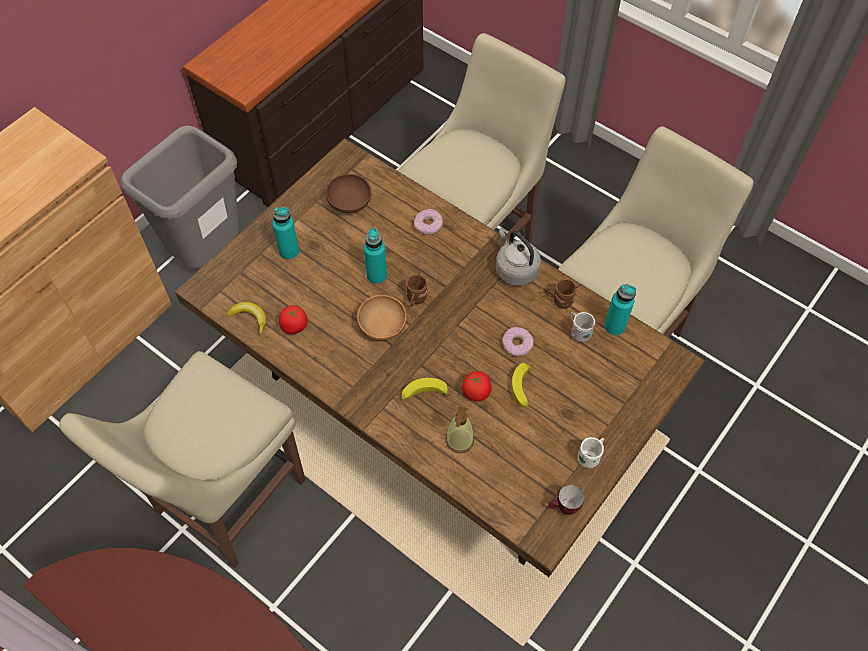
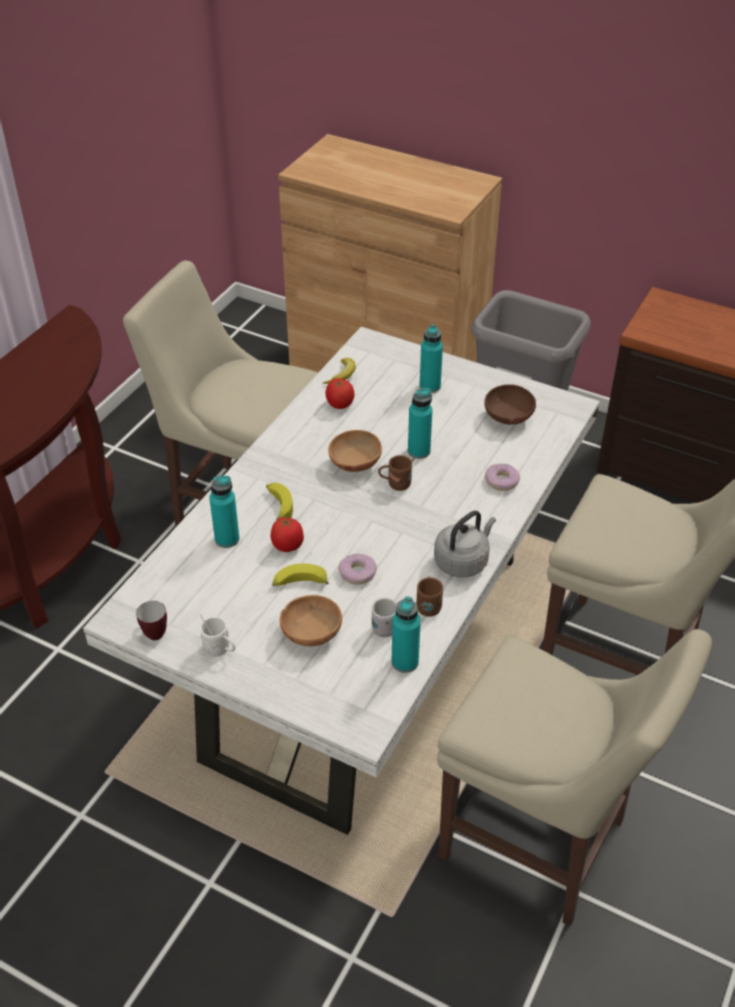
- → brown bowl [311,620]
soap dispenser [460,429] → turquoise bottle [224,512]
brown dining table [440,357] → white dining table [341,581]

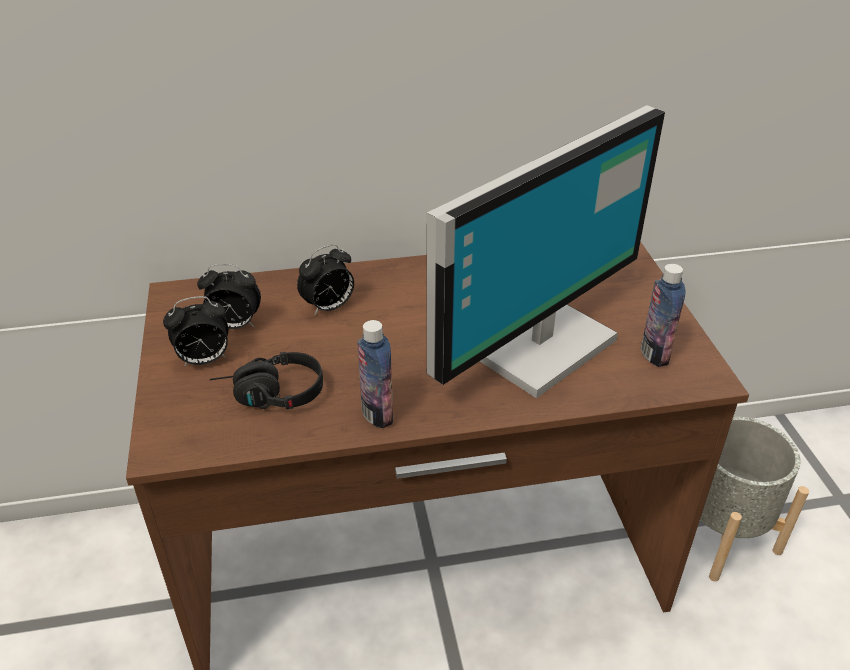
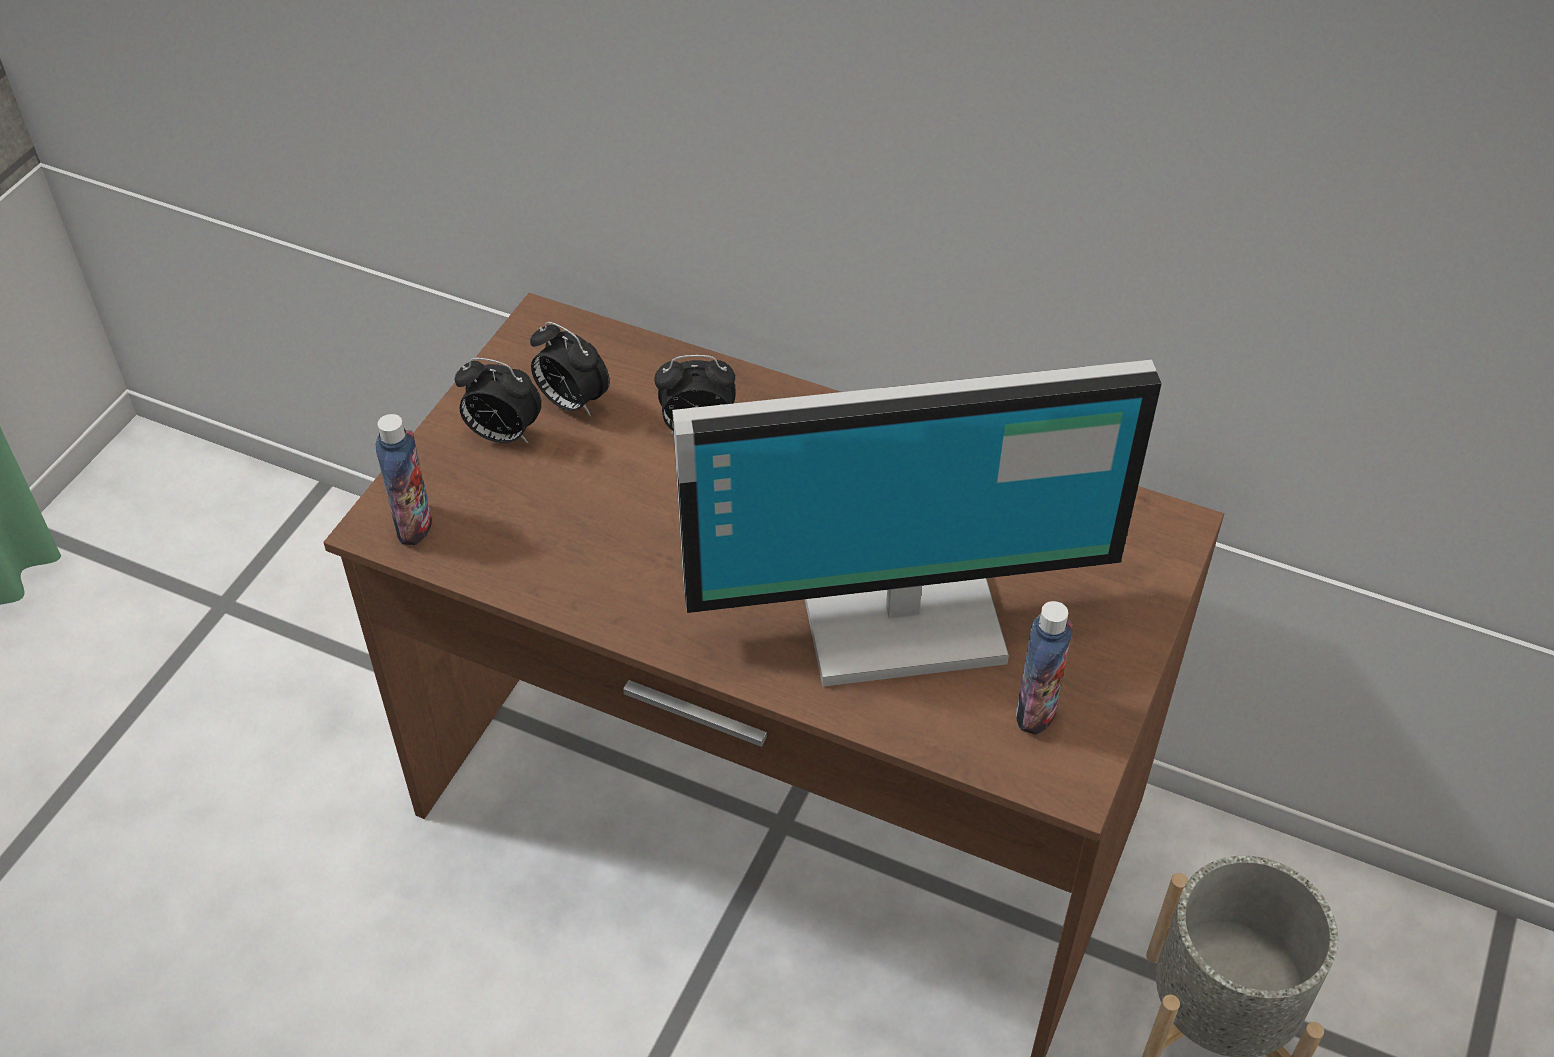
black headphones [266,380] → -
bottle [375,374] → bottle [403,479], moved

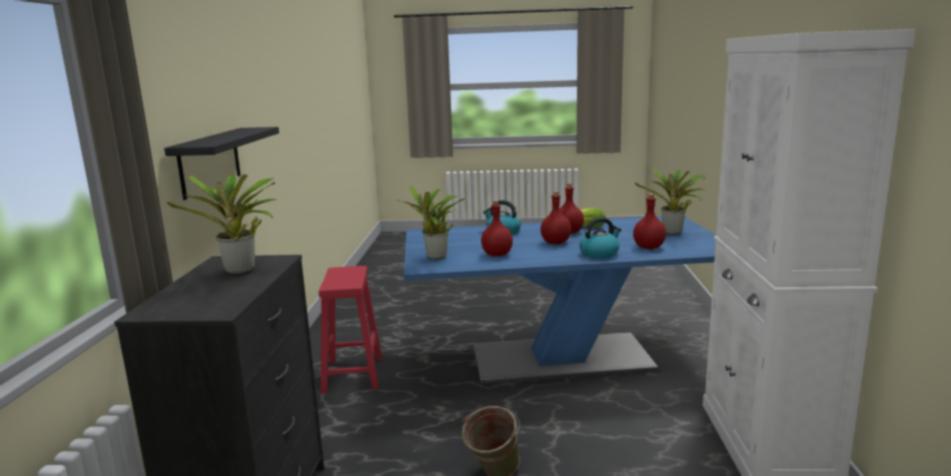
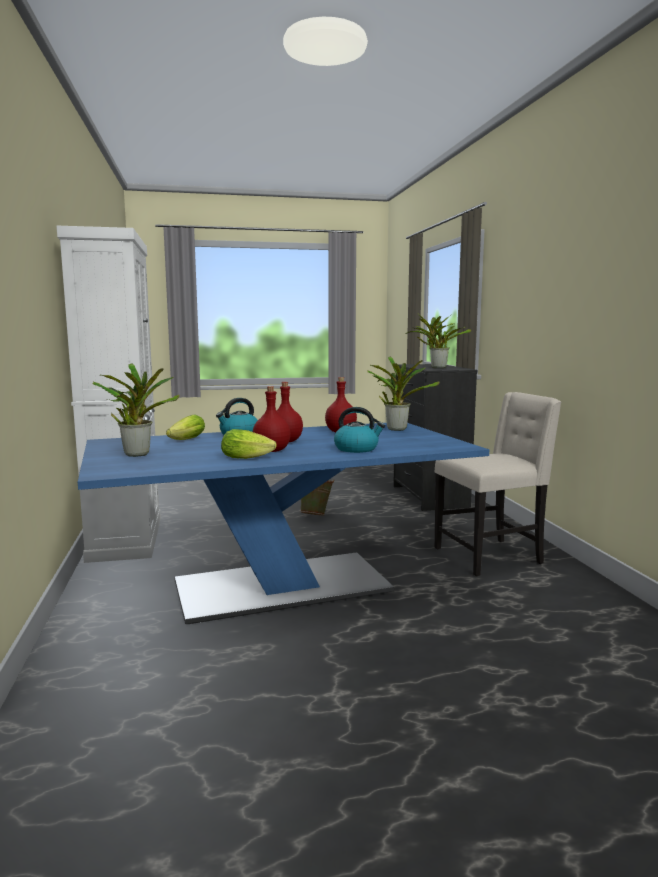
black shelf [221,163] → -
red stool [350,329] → beige chair [497,484]
red bottle [649,221] → lettuce [185,427]

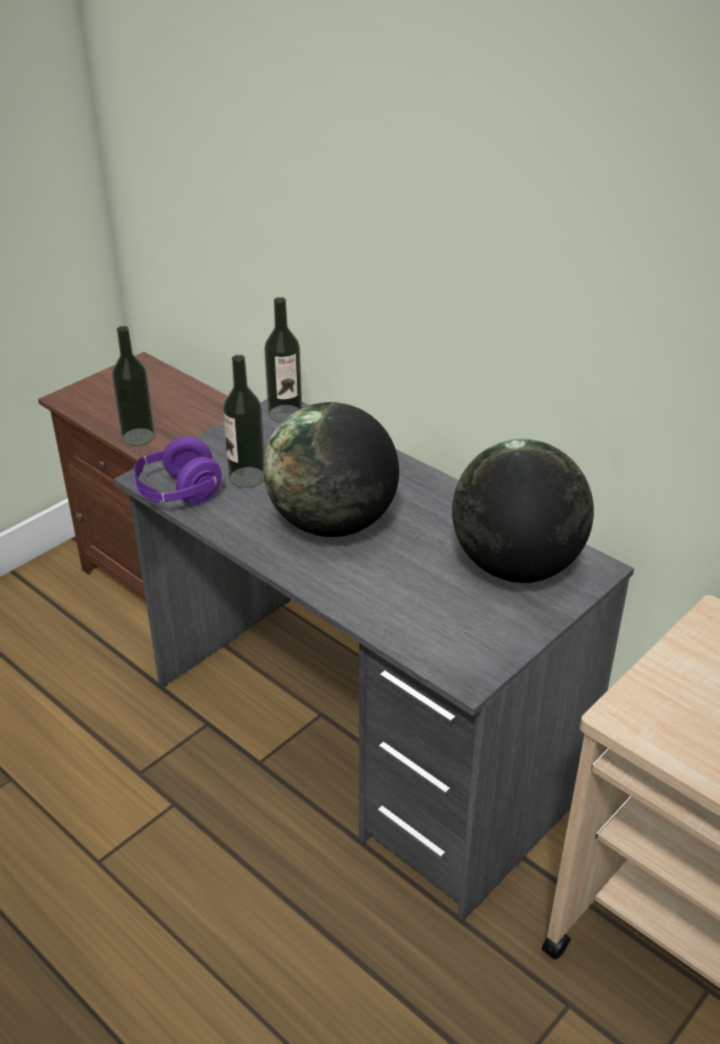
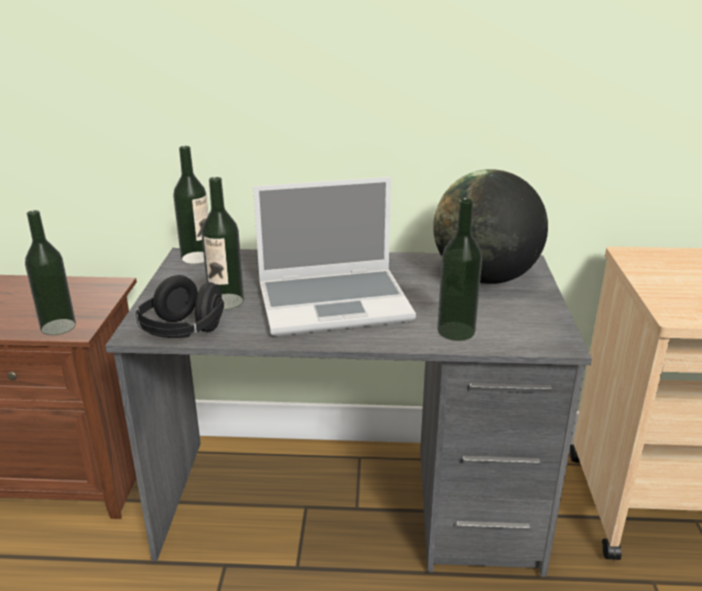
- → bottle [459,269]
globe [331,469] → laptop [334,256]
purple headphones [176,470] → black headphones [180,306]

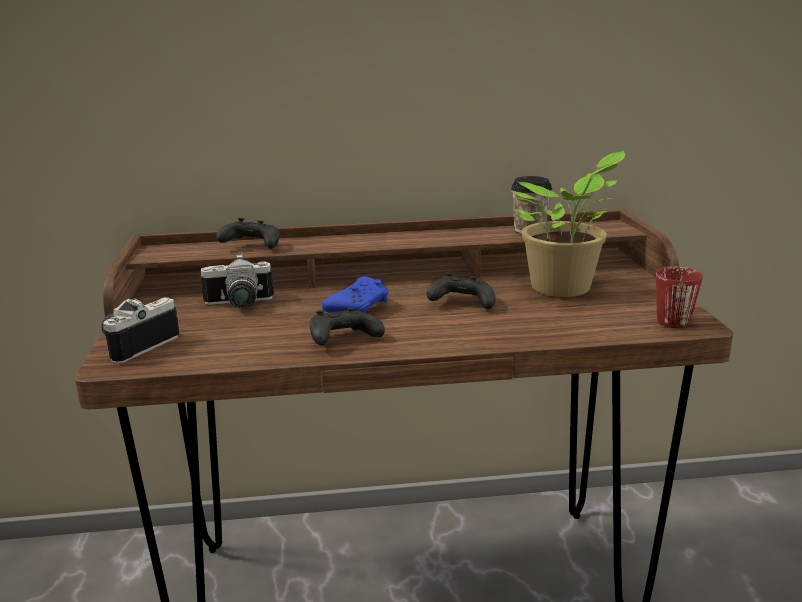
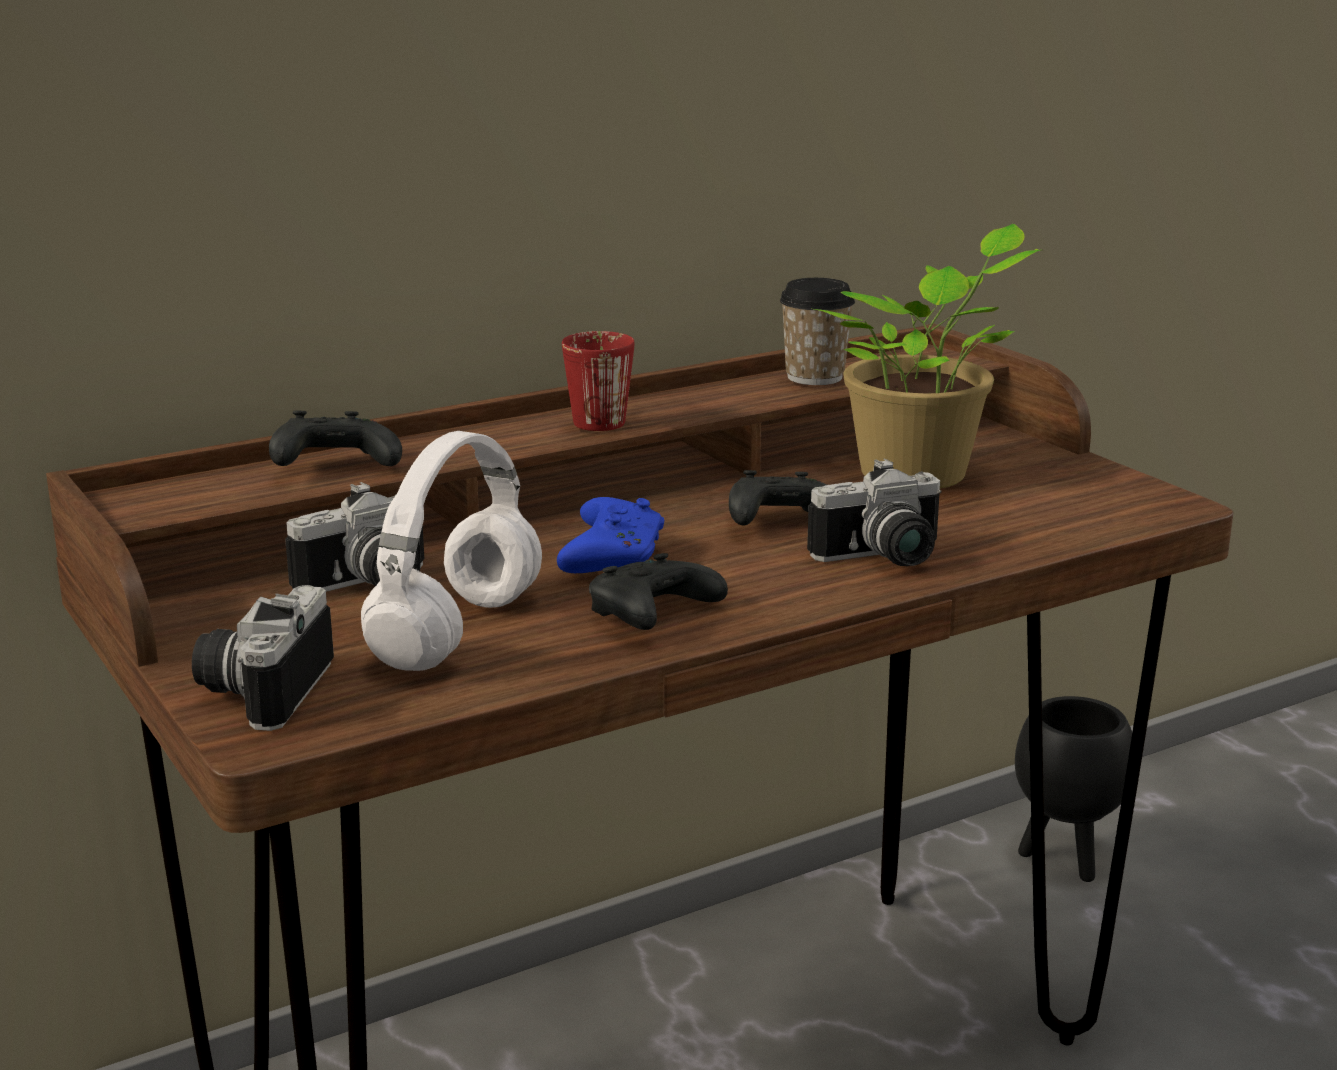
- → white headphones [451,551]
- → photo camera [874,512]
- → black planter [1073,789]
red mug [679,297] → red mug [598,381], moved

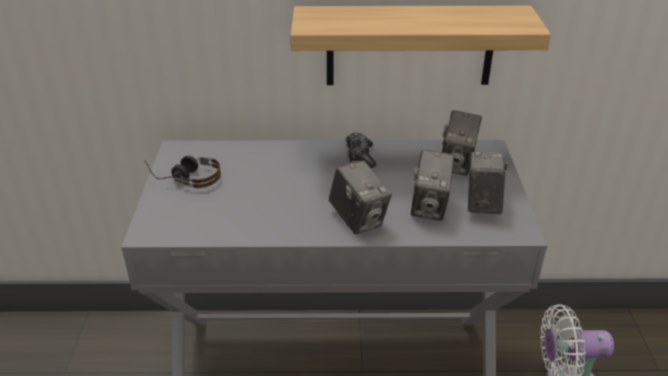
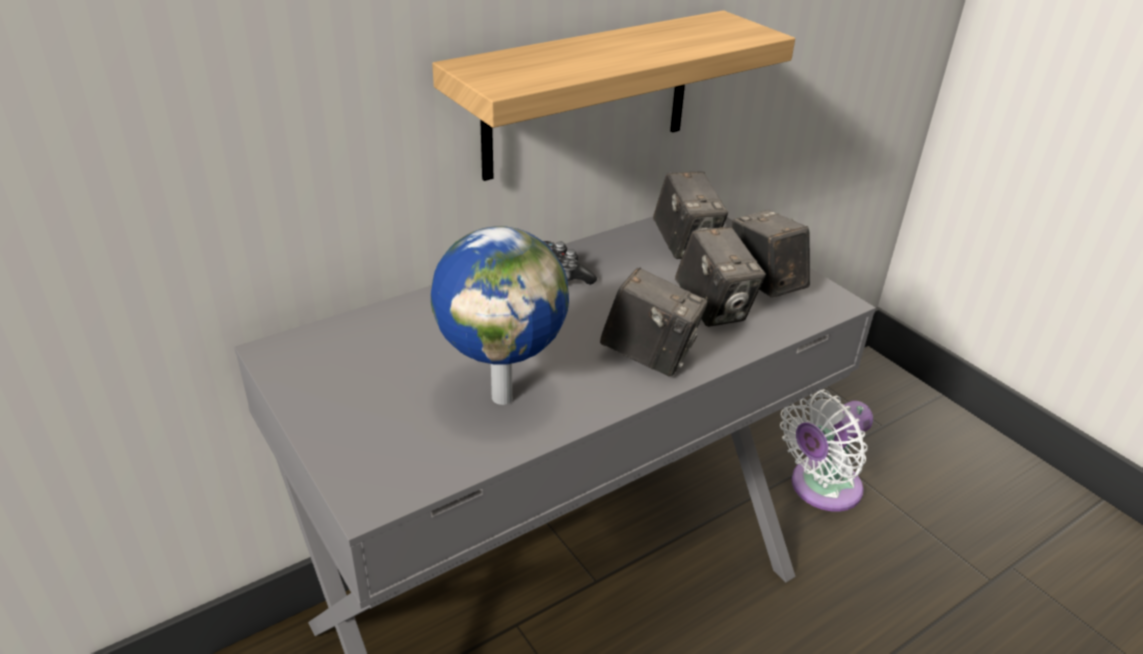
headphones [182,172] → -
- → globe [500,315]

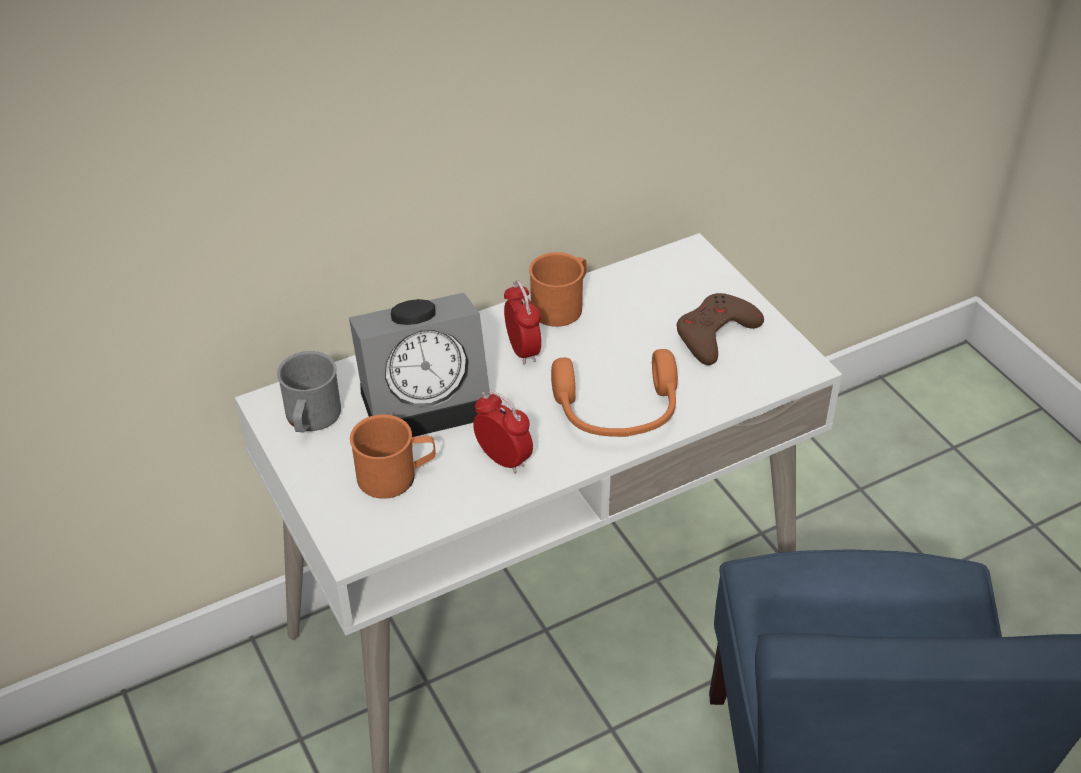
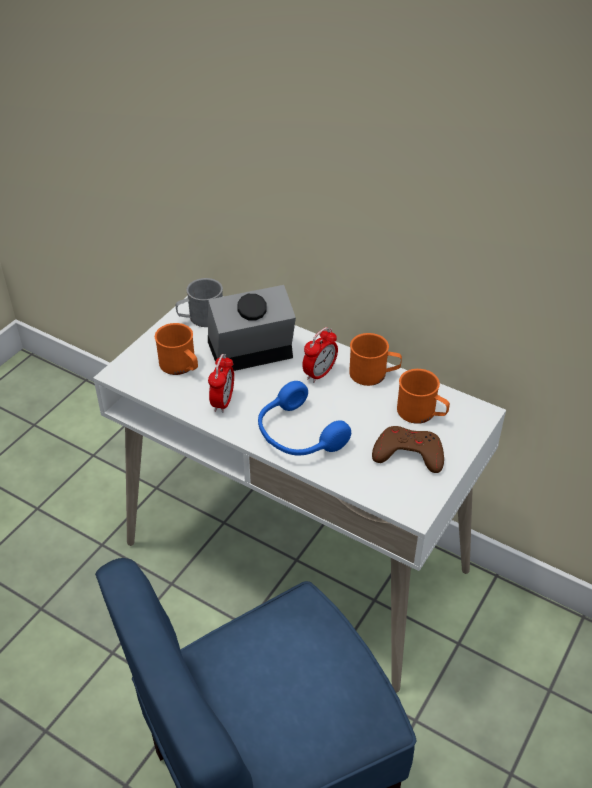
- → orange mug [423,396]
orange headphones [614,393] → blue headphones [304,418]
alarm clock [419,365] → alarm clock [252,328], 120 degrees clockwise

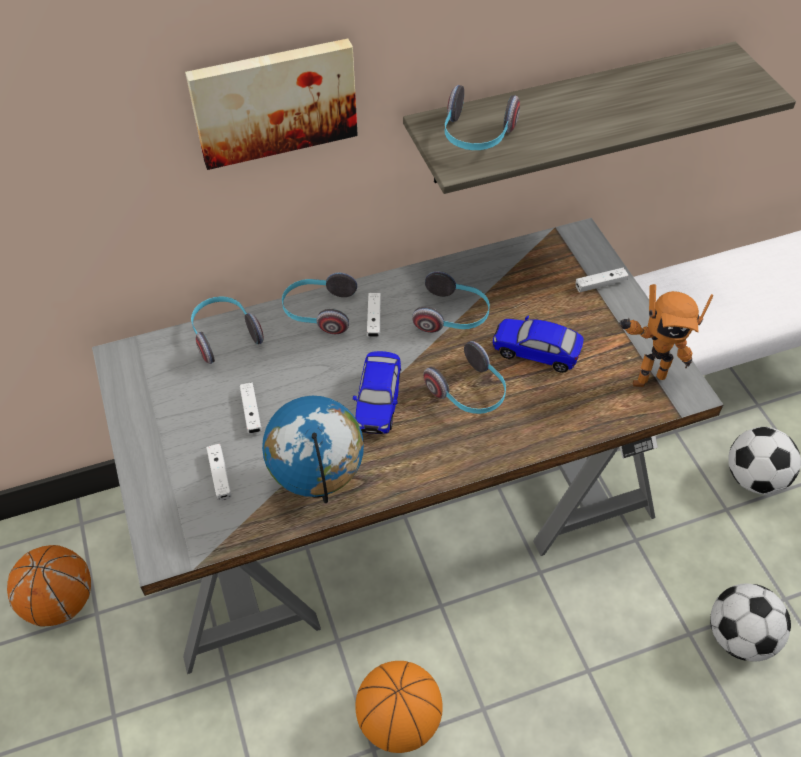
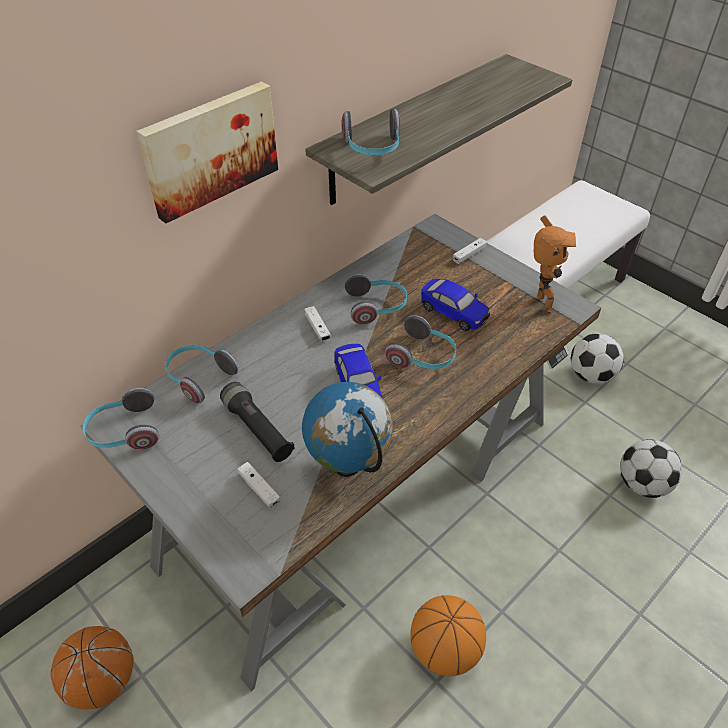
headphones [319,303] → headphones [120,418], moved
white game controller [251,408] → black flashlight [257,422]
toy car [538,344] → toy car [455,305], 135 degrees counterclockwise
toy robot [665,335] → toy robot [555,264], 60 degrees counterclockwise

